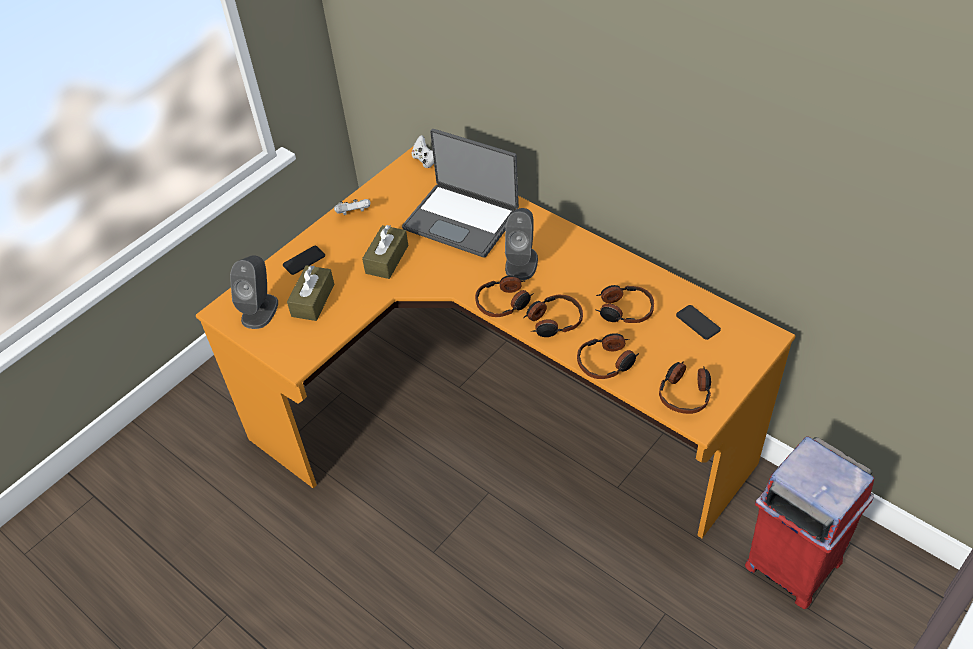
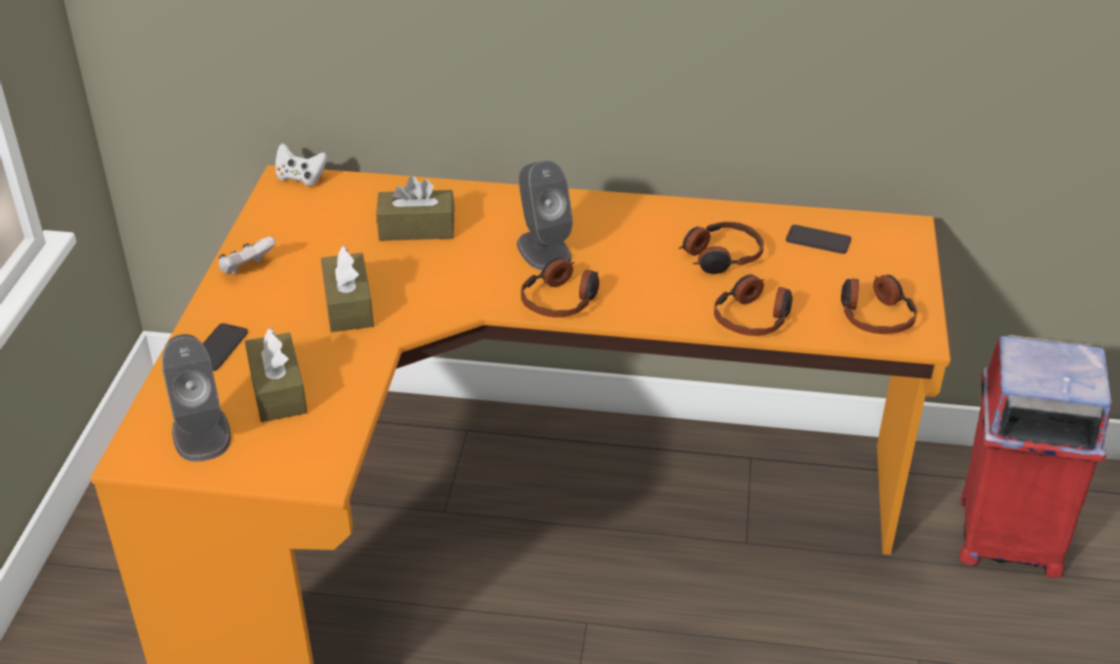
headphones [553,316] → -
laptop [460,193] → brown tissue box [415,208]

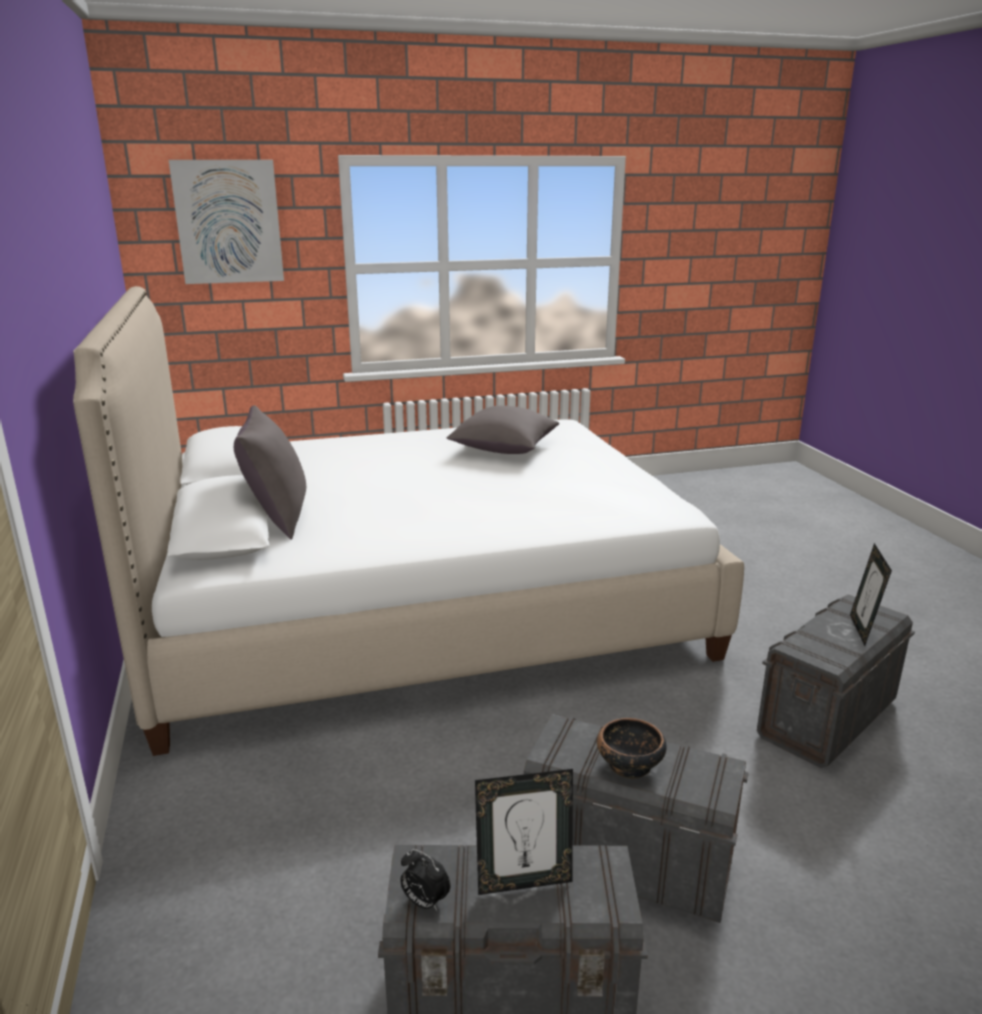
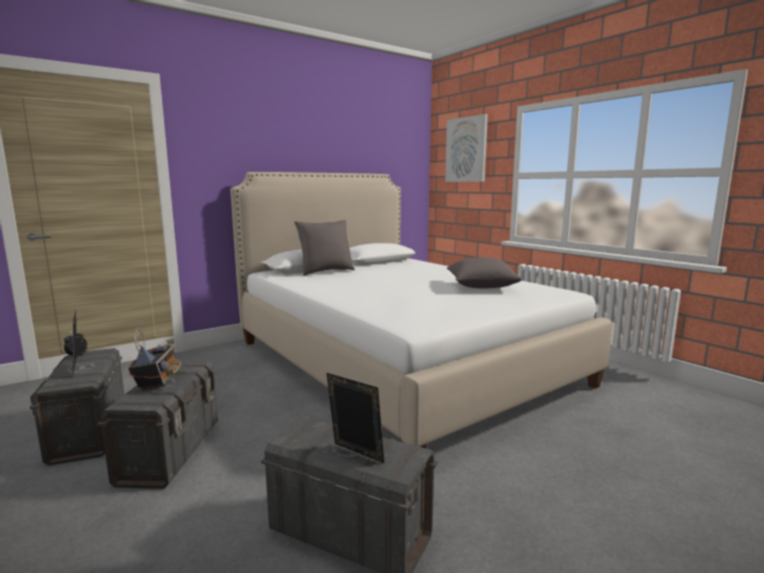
bowl [632,748] → radio [155,359]
picture frame [871,594] → picture frame [355,418], 45 degrees clockwise

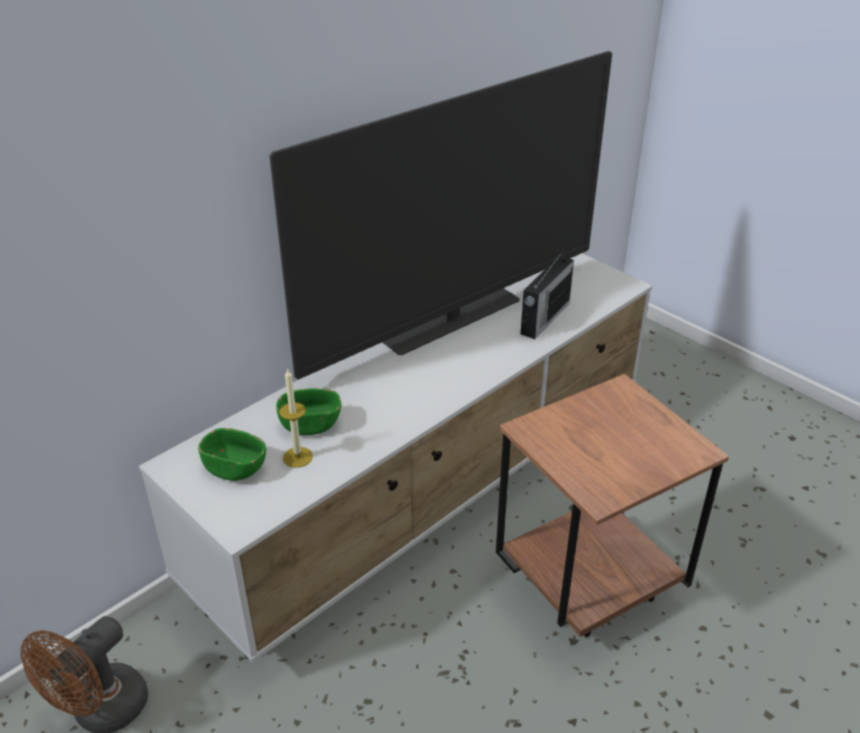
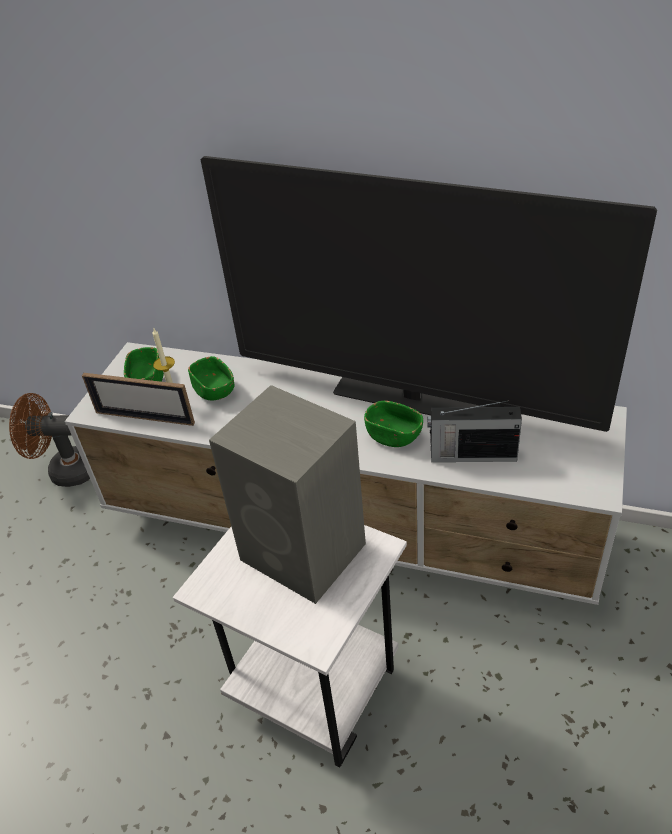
- → picture frame [138,399]
- → grey speaker [287,494]
- → green bowl [393,424]
brown side table [612,506] → white side table [290,646]

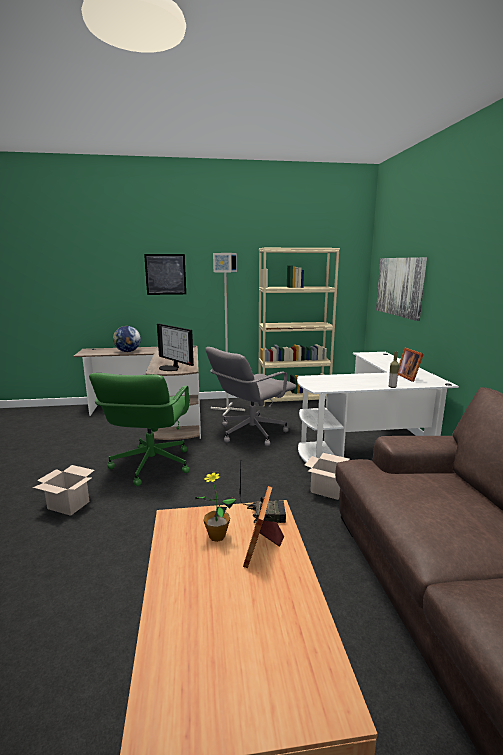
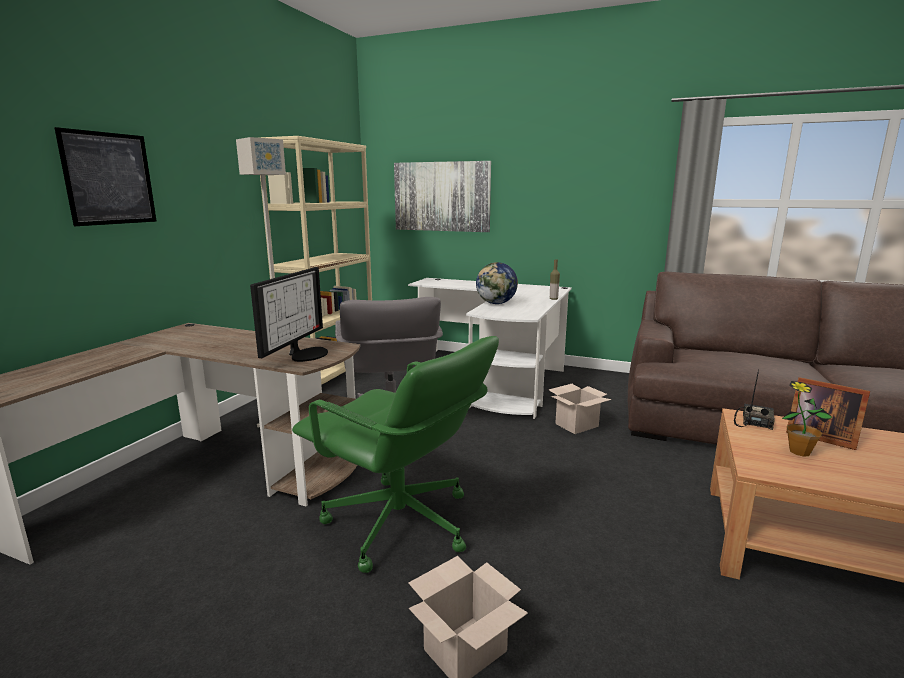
picture frame [411,365] → -
globe [127,339] → globe [497,283], moved
monitor [175,347] → monitor [289,314], 60 degrees counterclockwise

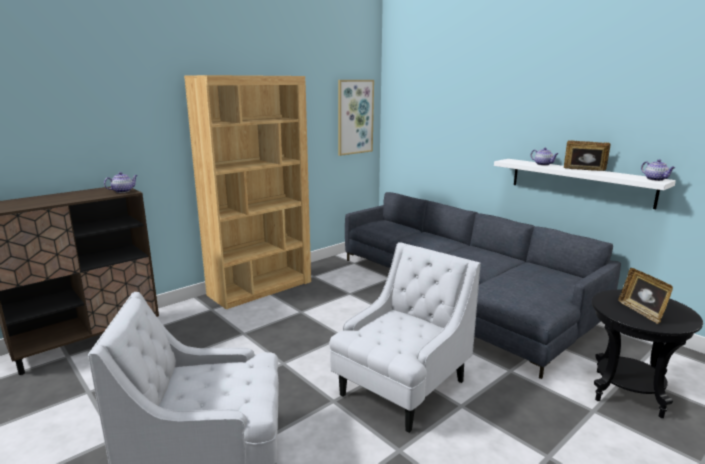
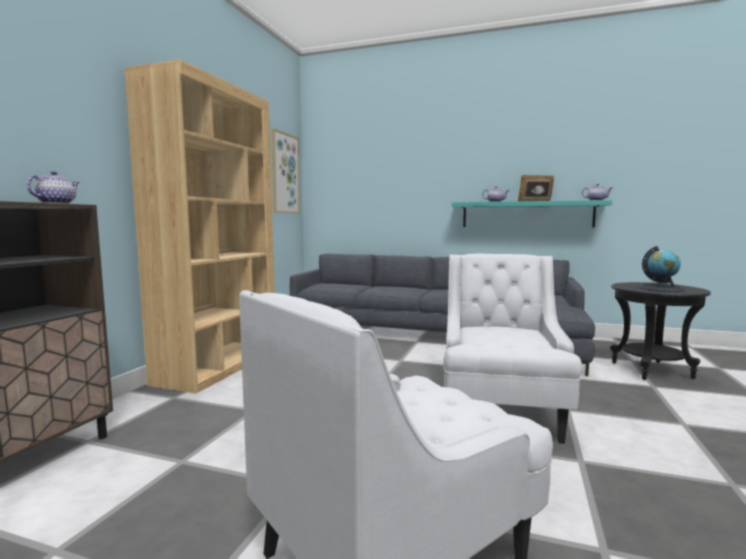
picture frame [645,296] → globe [662,269]
white shelf [585,184] → turquoise shelf [532,214]

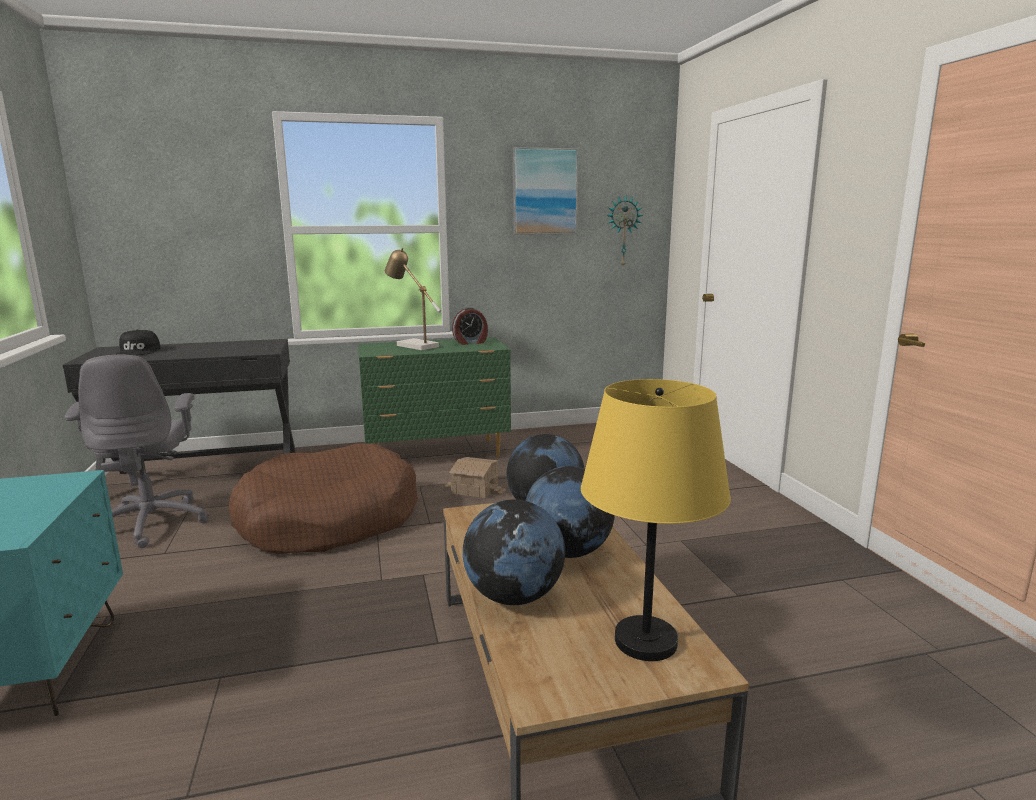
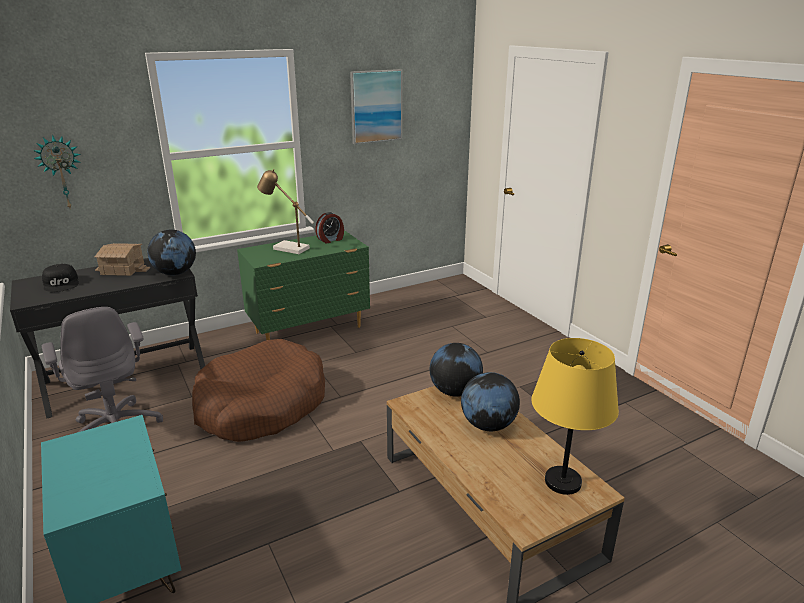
toy house [475,477] → toy house [122,259], moved
globe [514,552] → globe [171,252], moved
wall clock [625,231] → wall clock [57,172], moved

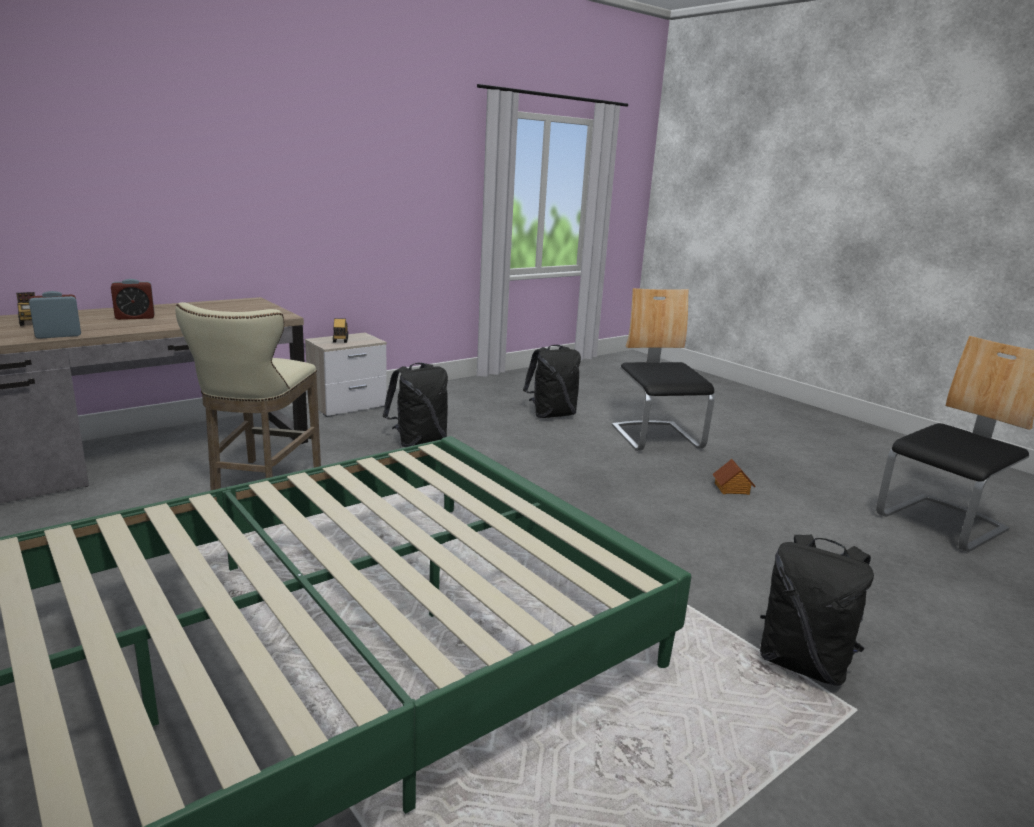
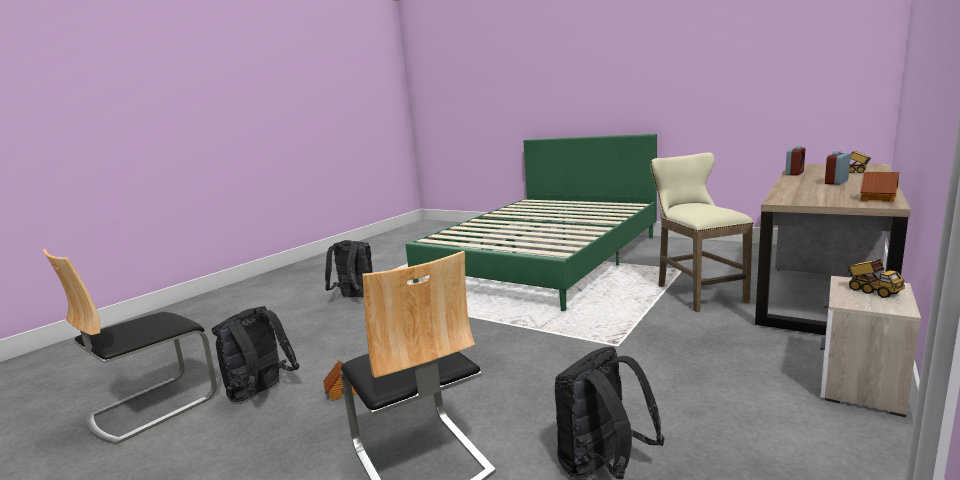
- → toy house [879,187]
black backpack [415,405] → black backpack [256,354], moved

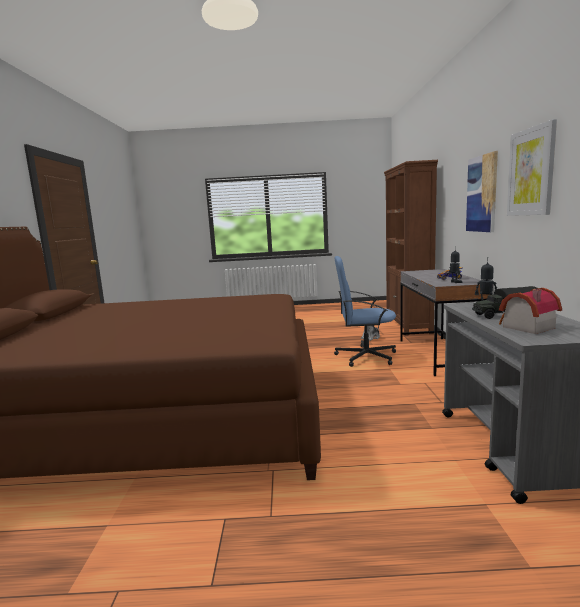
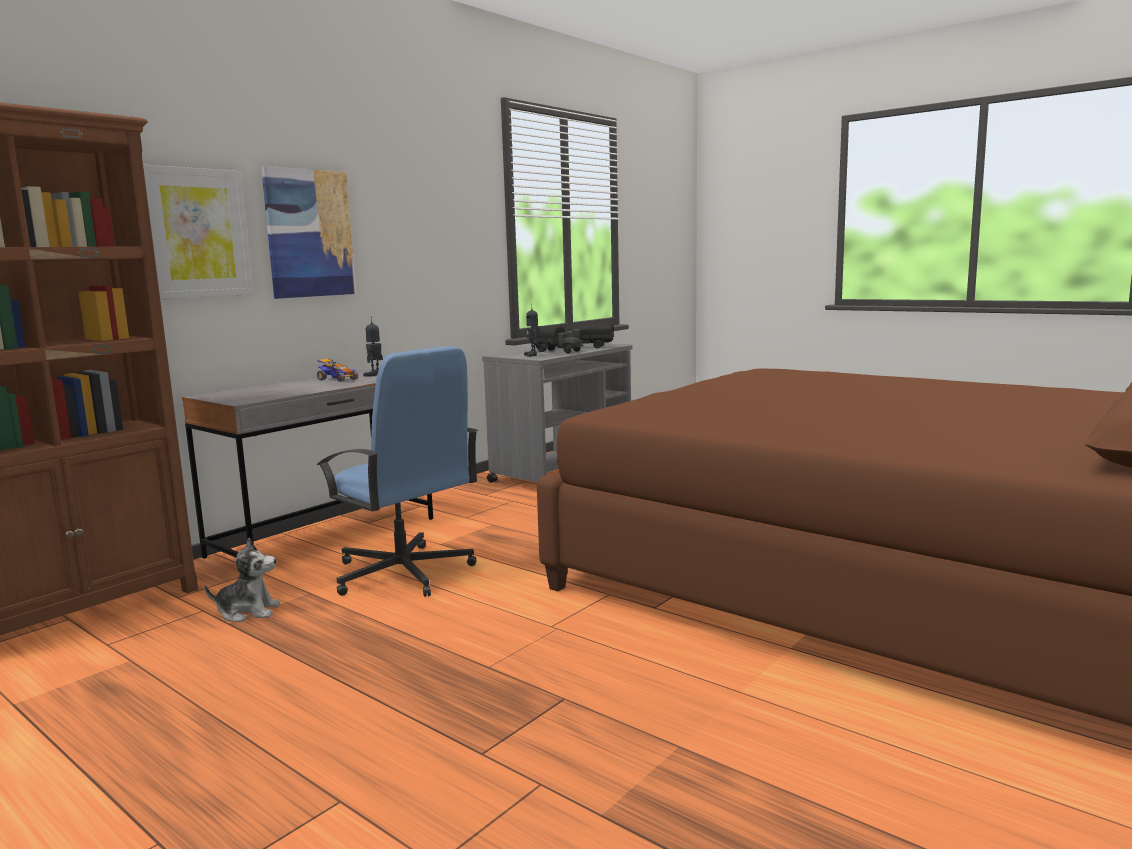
picture [532,167] → picture [198,232], moved
toy house [530,311] → toy truck [592,336]

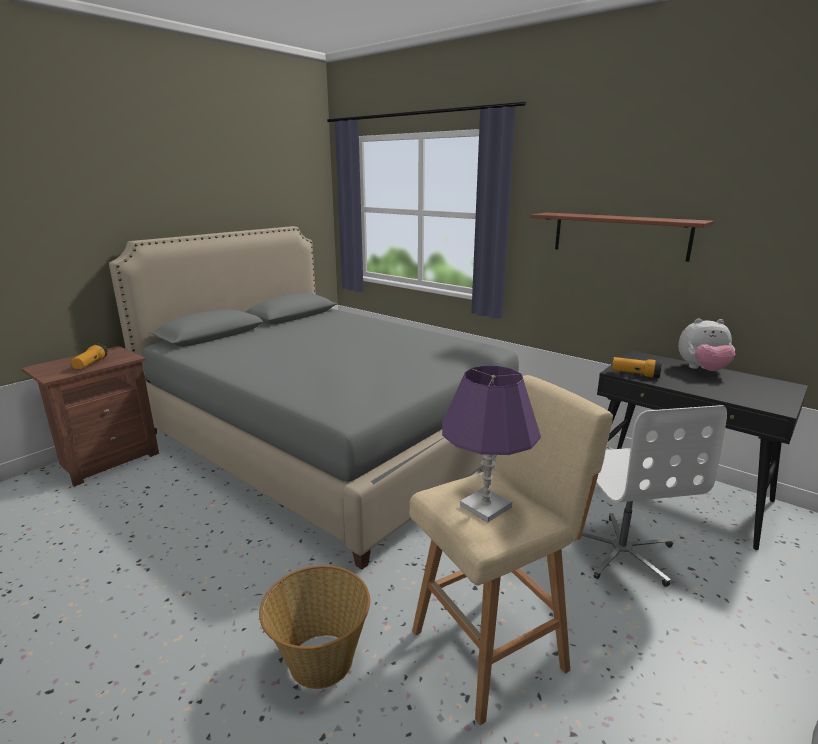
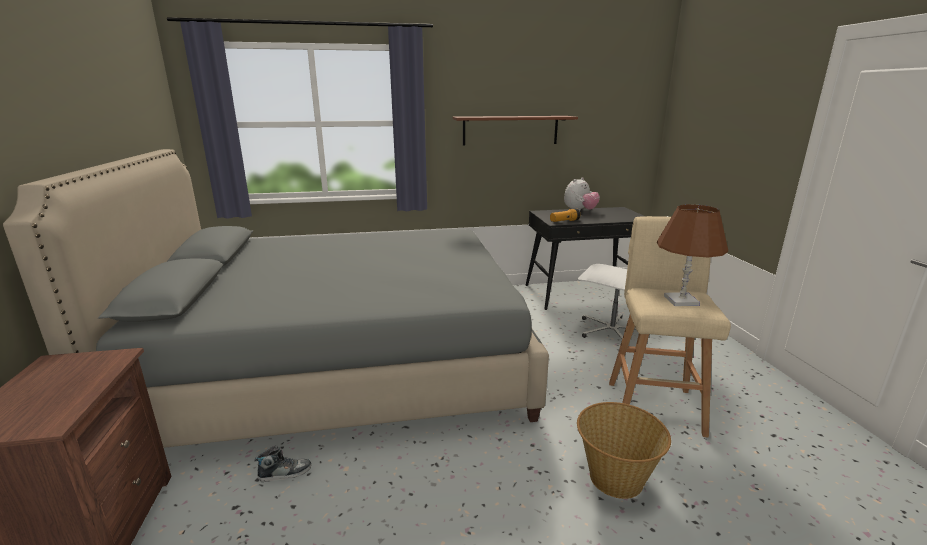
flashlight [89,356] → -
- → shoe [283,464]
purple table lamp [491,444] → brown table lamp [692,255]

